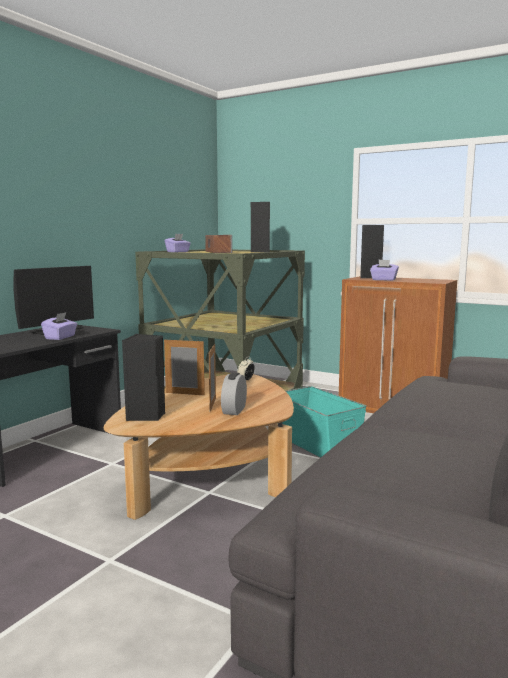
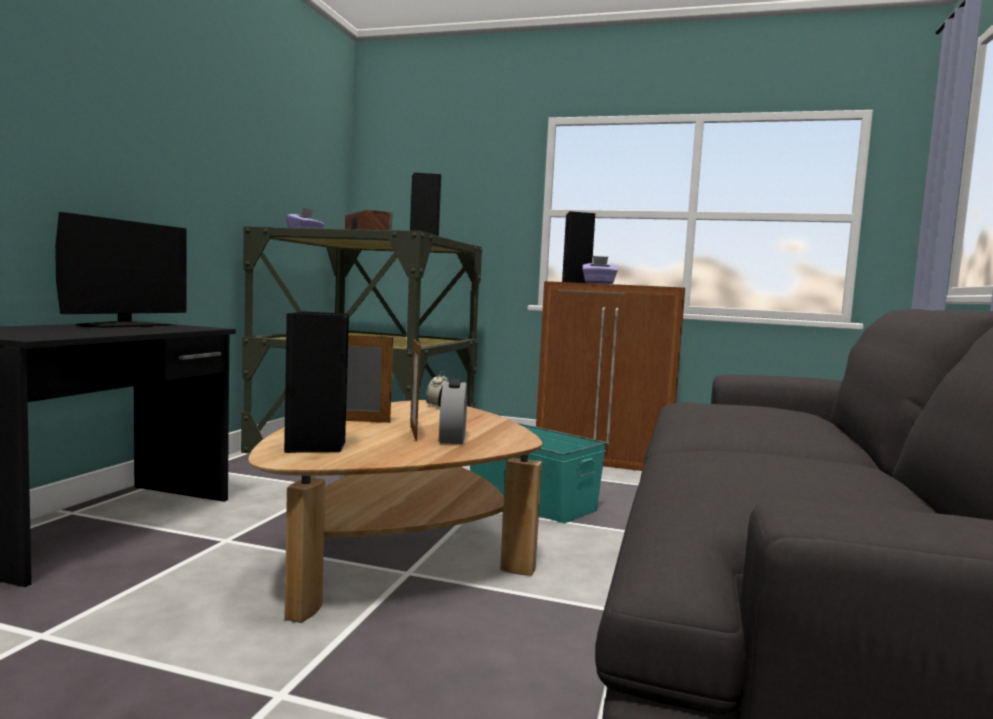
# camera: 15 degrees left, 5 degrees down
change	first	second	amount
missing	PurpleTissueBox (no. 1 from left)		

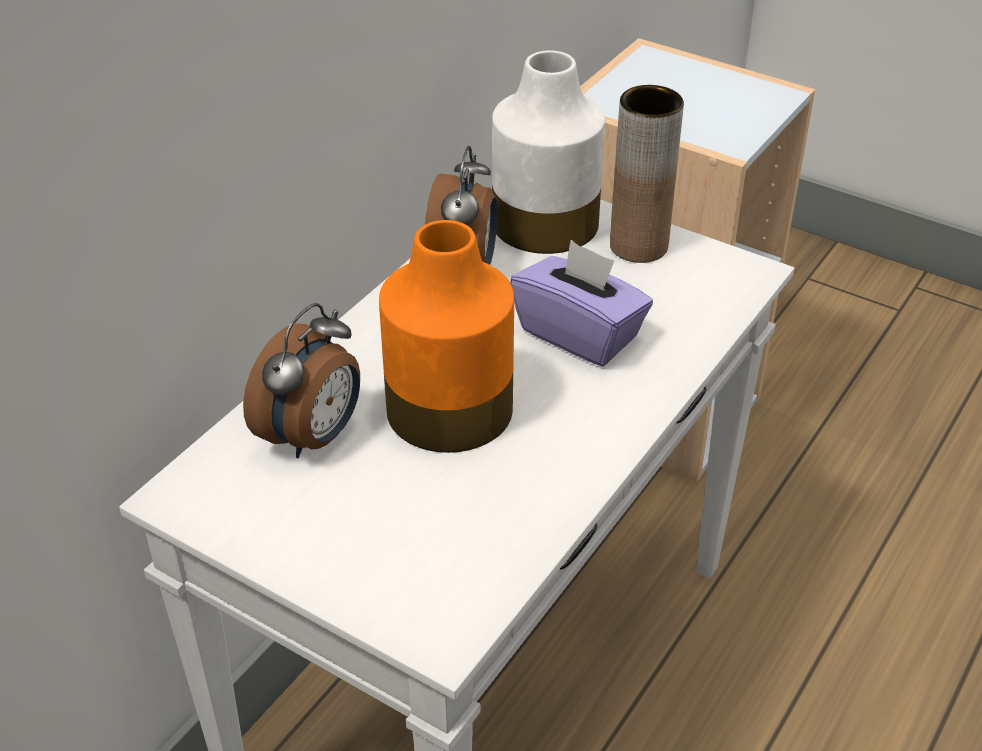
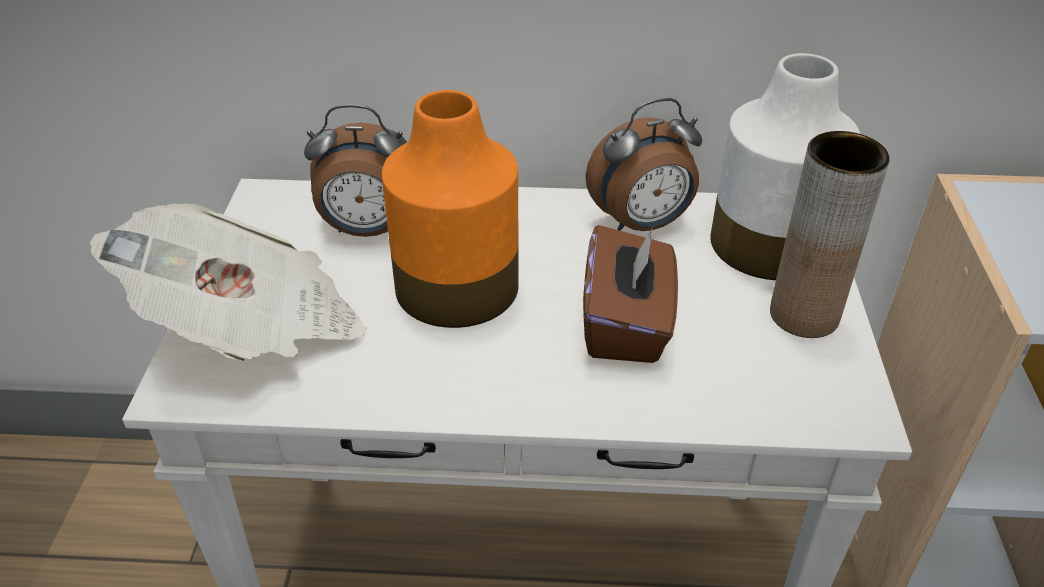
# camera: 60 degrees right, 0 degrees up
change	first	second	amount
colour	PurpleTissueBox	BrownTissueBox	
appeared		Newspaper	

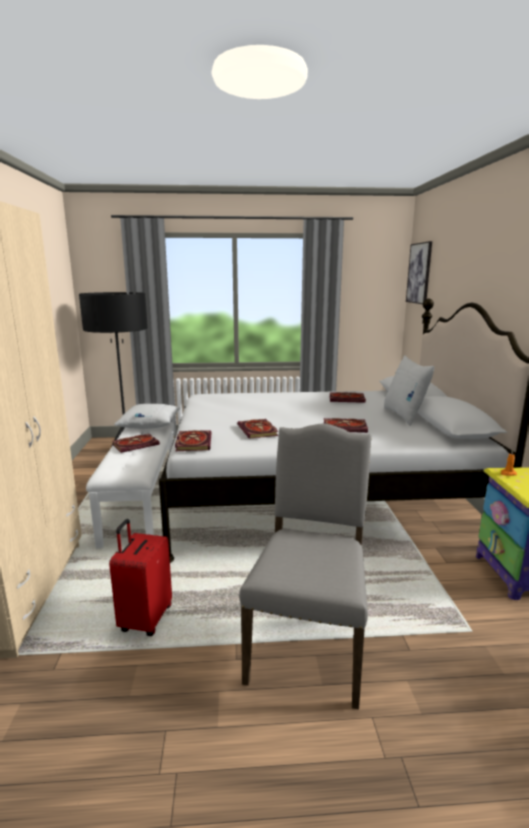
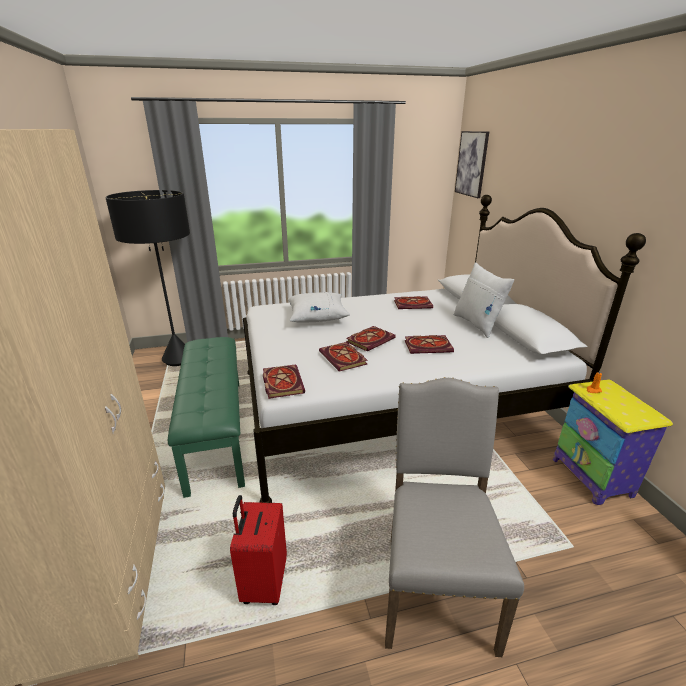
# camera: 10 degrees left, 10 degrees up
change	first	second	amount
colour	WhiteBench	GreenBench	
relocated	Book (no. 1 from left in the first image)	Book (no. 3 from left)	
relocated	GreyPillow (no. 1 from left)		

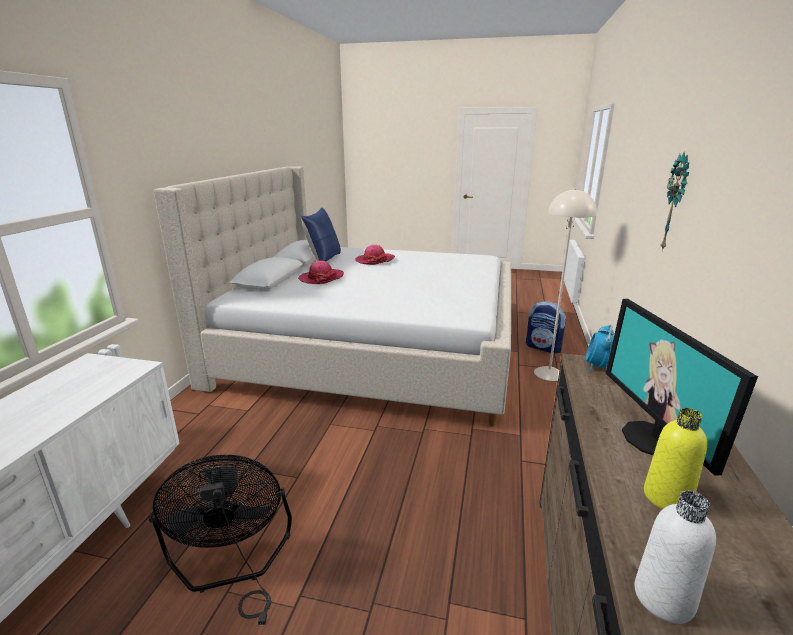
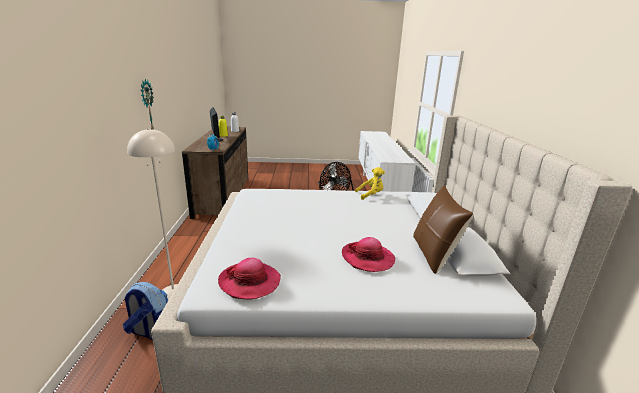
# camera: 165 degrees right, 0 degrees up
change	first	second	amount
relocated	Hat (no. 1 from left)		
colour	BluePillow	BrownPillow	
appeared		YellowPlushToy	

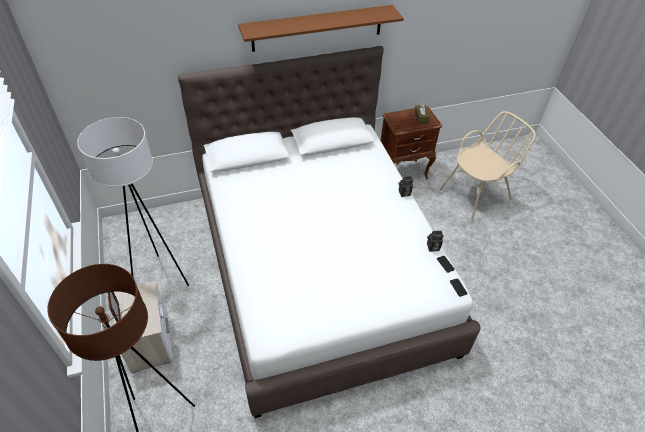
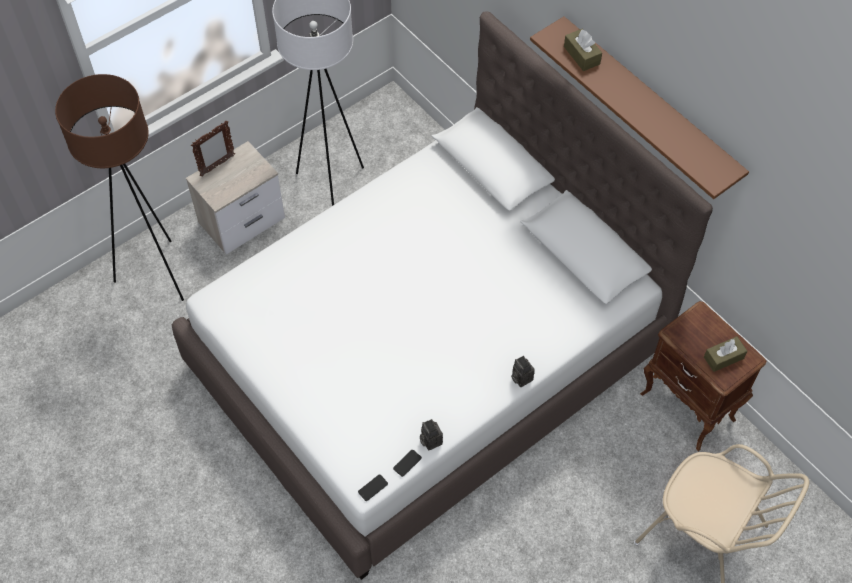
# camera: 70 degrees right, 10 degrees up
change	first	second	amount
appeared		BrownTissueBox (no. 1 from left)	

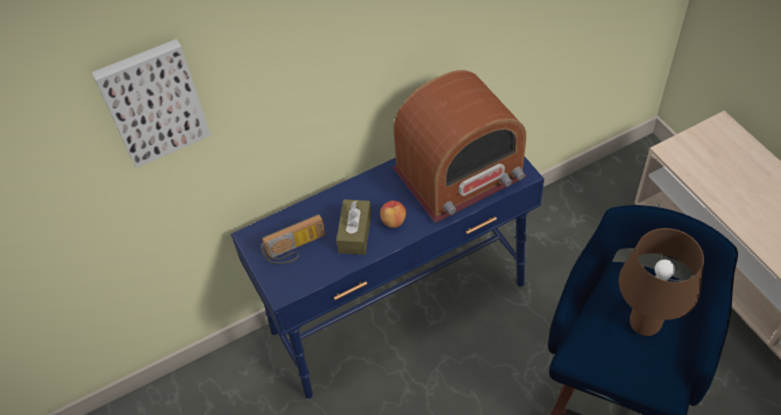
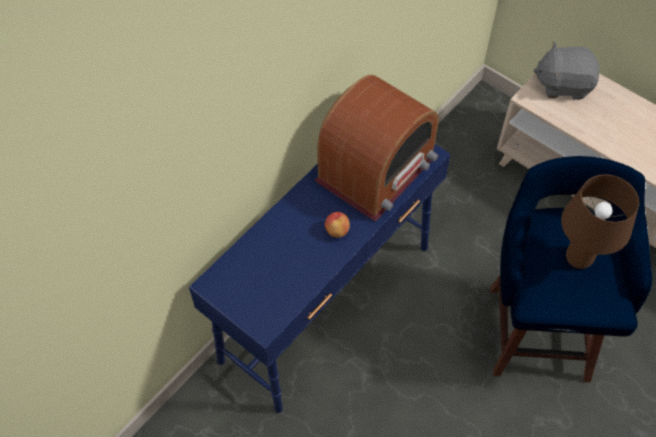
# camera: 25 degrees left, 5 degrees up
change	first	second	amount
missing	Picture		
missing	Radio (no. 1 from left)		
missing	BrownTissueBox		
appeared		GreyPlushToy	

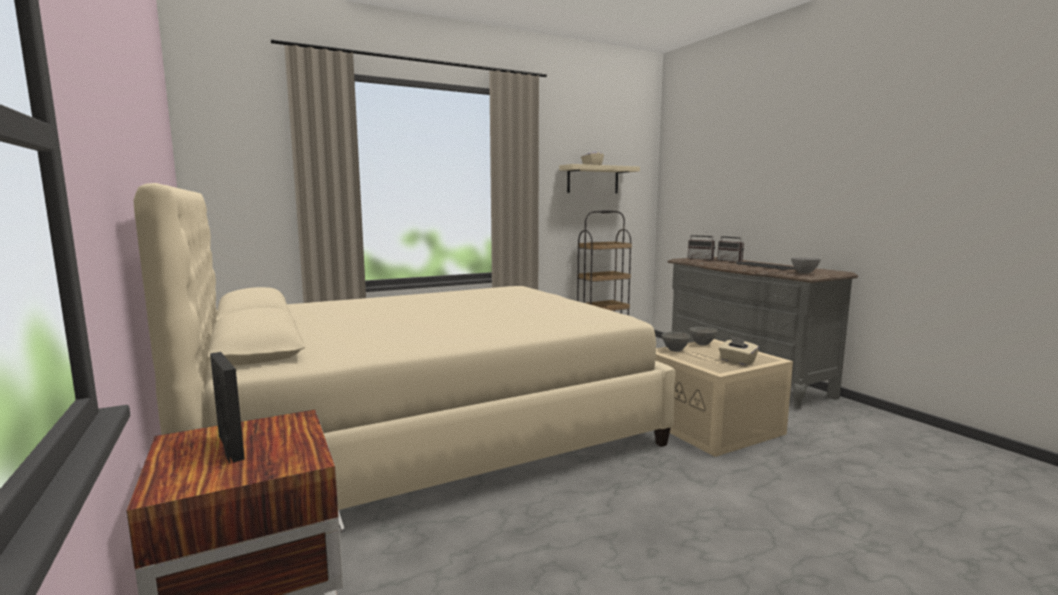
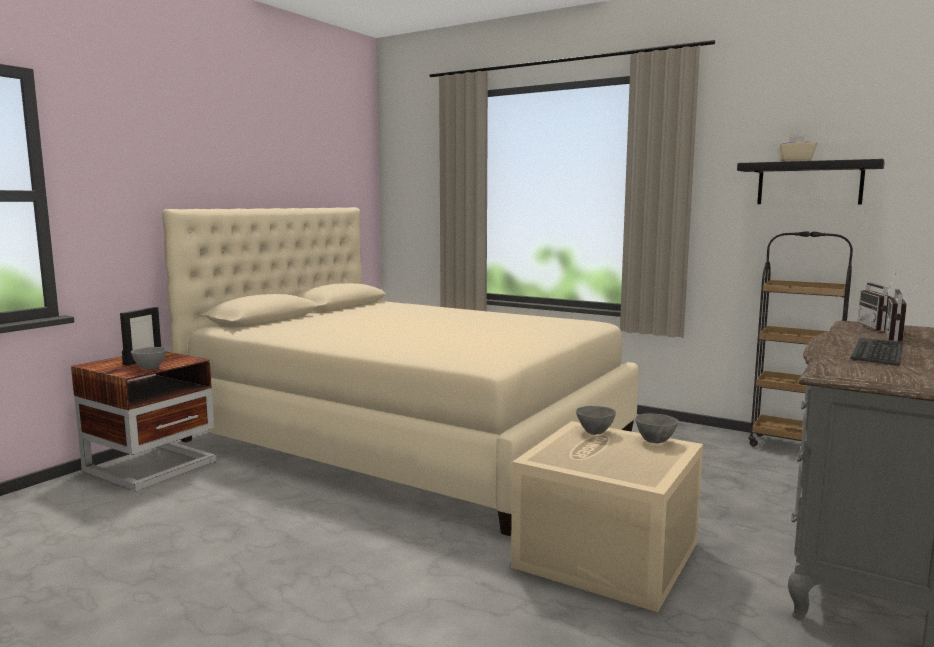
# camera: 60 degrees right, 0 degrees up
change	first	second	amount
colour	BeigeShelf	BlackShelf	
missing	BeigeTissueBox (no. 2 from left)		
relocated	GreyBowl (no. 3 from left in the first image)	GreyBowl (no. 1 from left)	

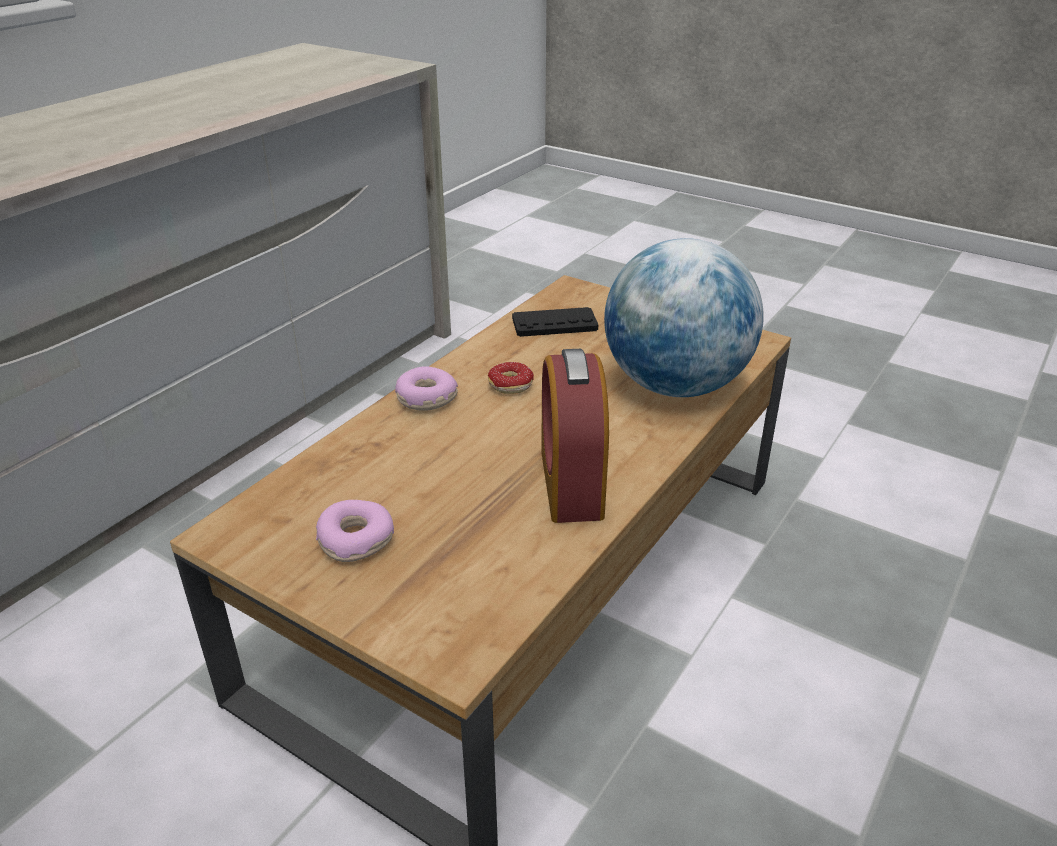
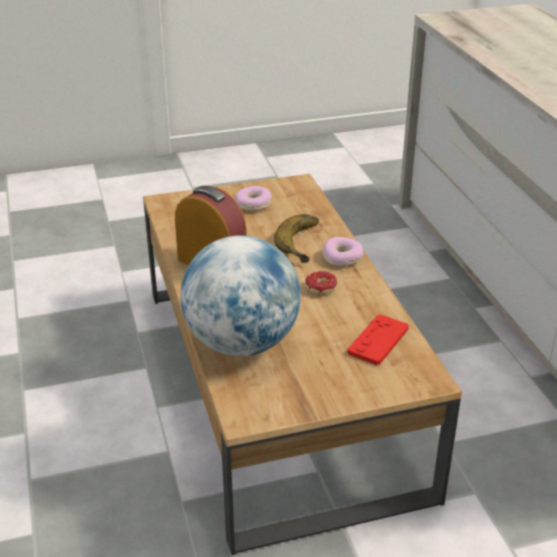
# camera: 130 degrees right, 0 degrees up
change	first	second	amount
colour	BlackGameController	RedGameController	
appeared		Banana	

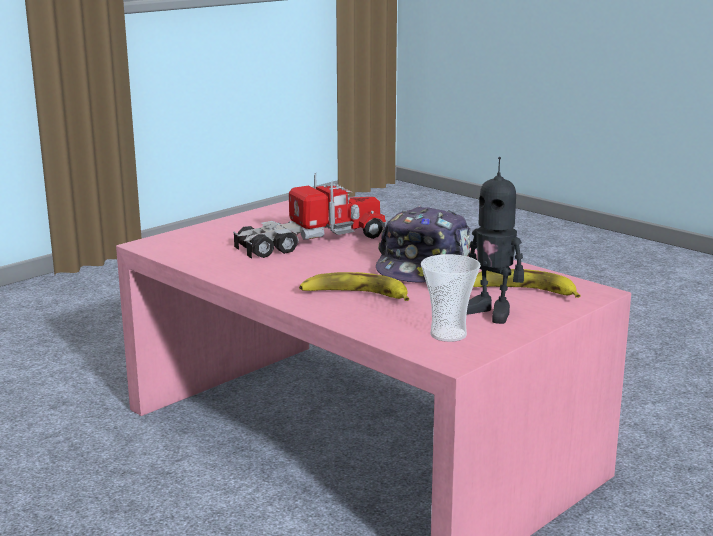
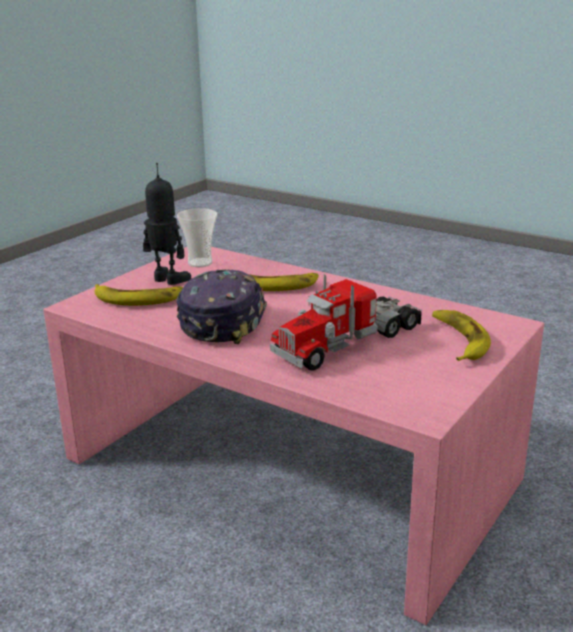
# camera: 170 degrees right, 5 degrees up
change	first	second	amount
appeared		Banana (no. 3 from left)	

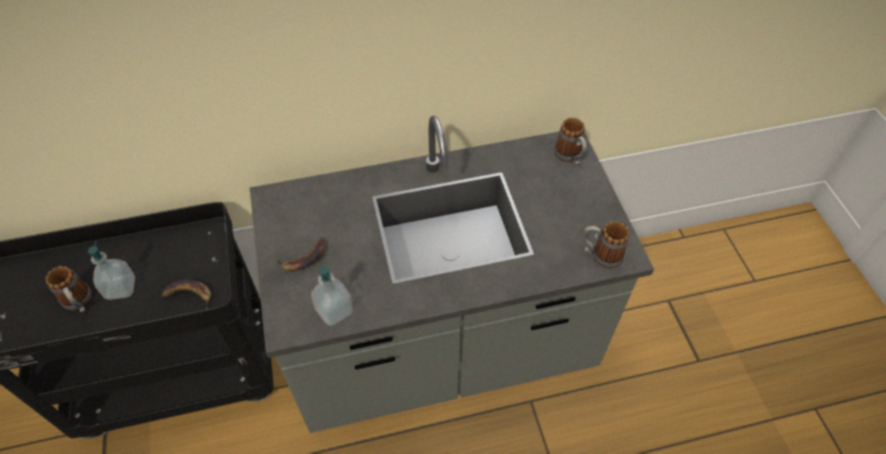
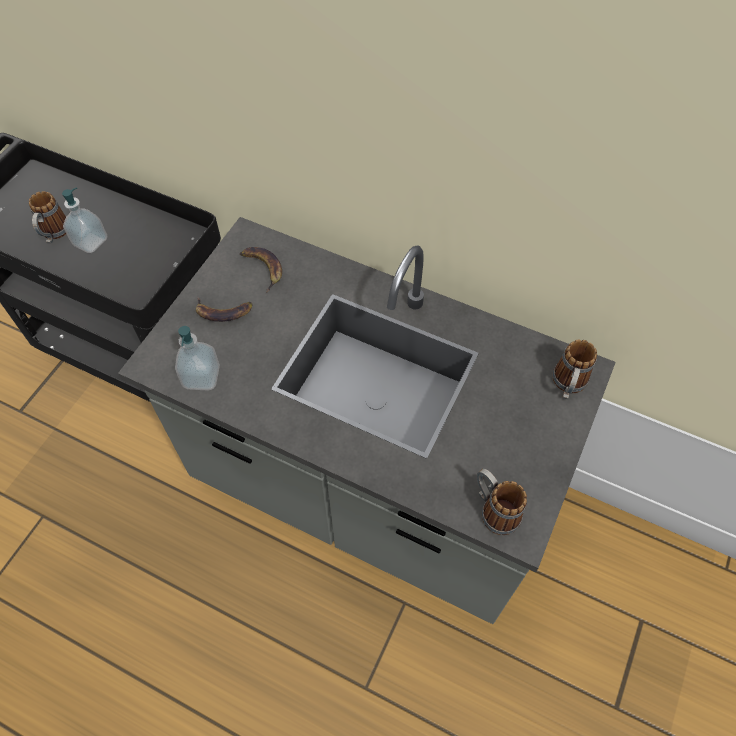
# camera: 40 degrees right, 5 degrees up
change	first	second	amount
relocated	Banana (no. 1 from left in the first image)	Banana (no. 2 from left)	

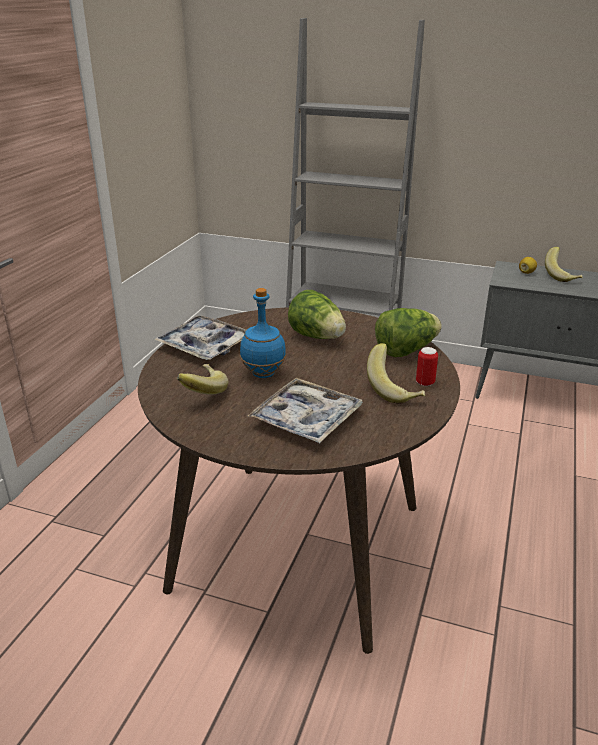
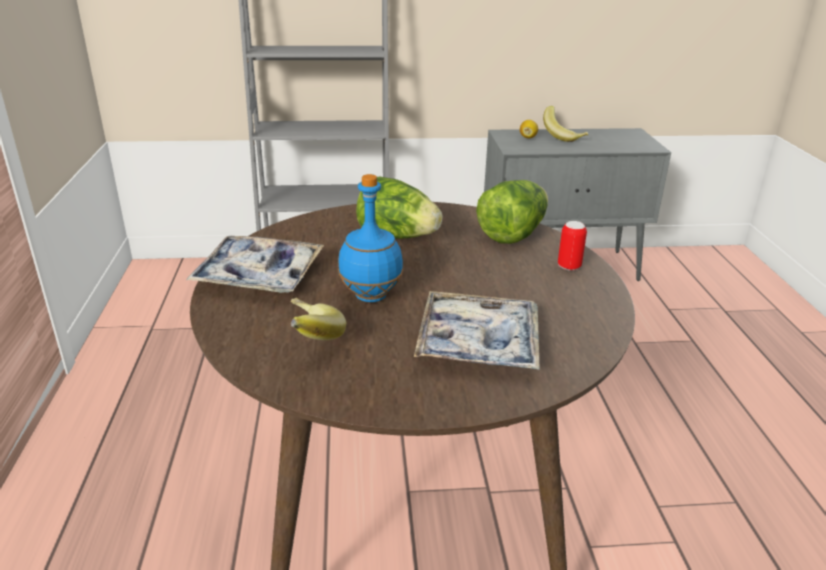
# camera: 25 degrees left, 0 degrees up
change	first	second	amount
missing	Banana (no. 2 from left)		

